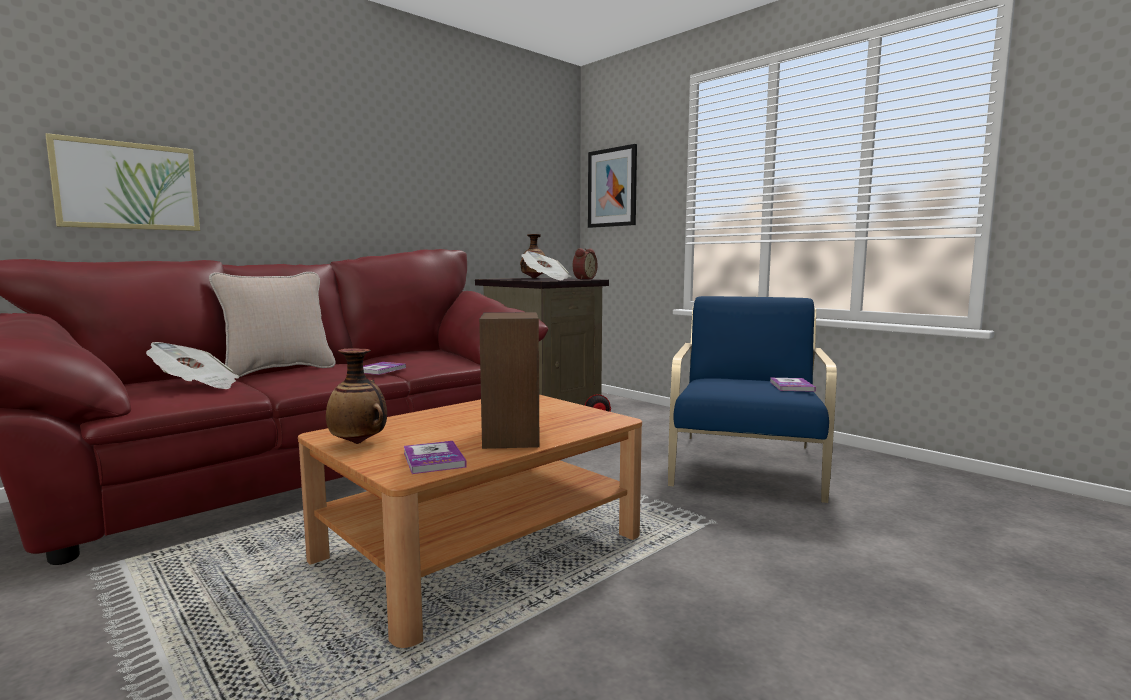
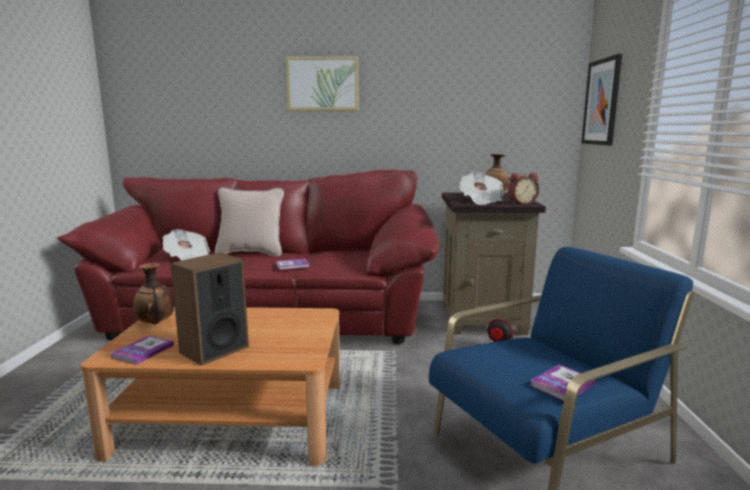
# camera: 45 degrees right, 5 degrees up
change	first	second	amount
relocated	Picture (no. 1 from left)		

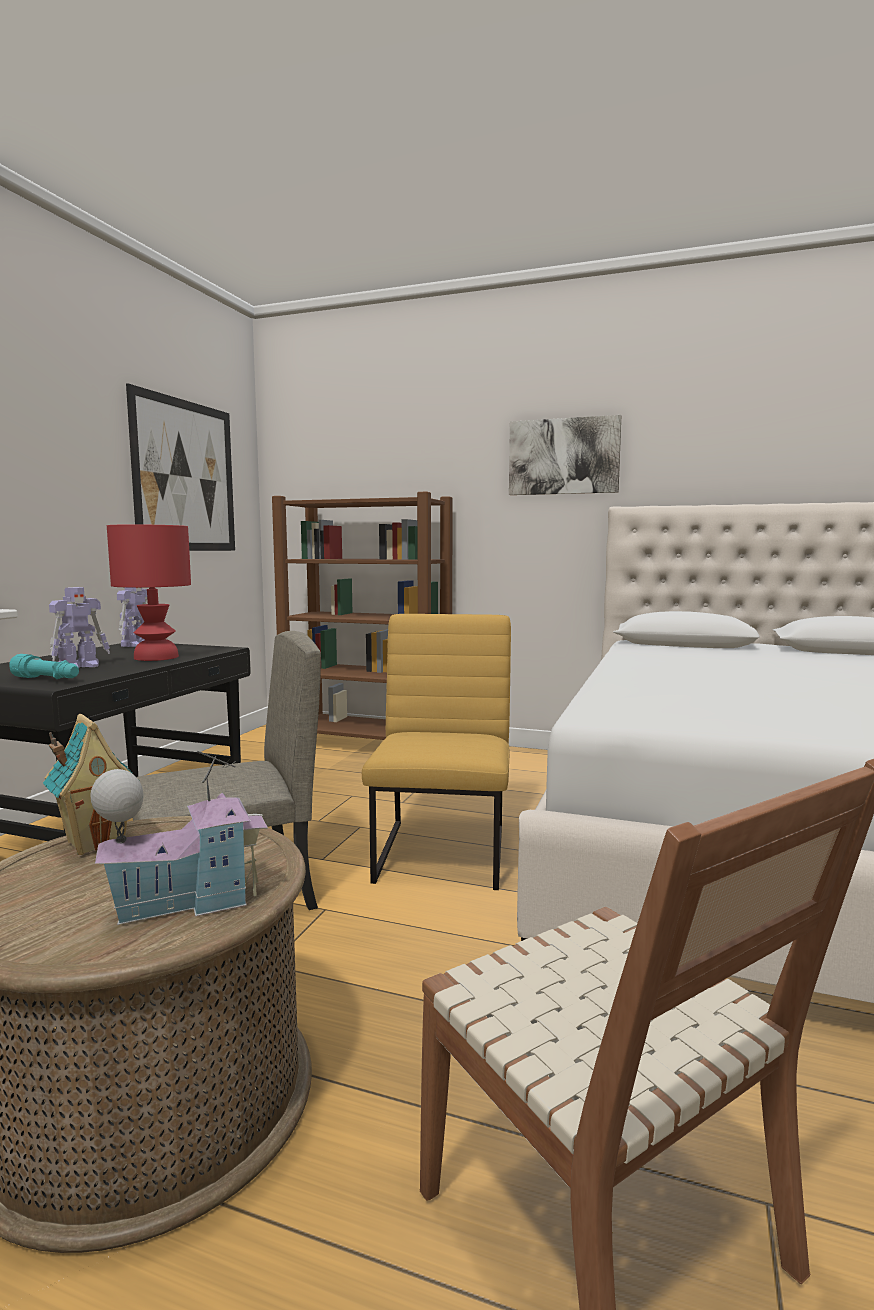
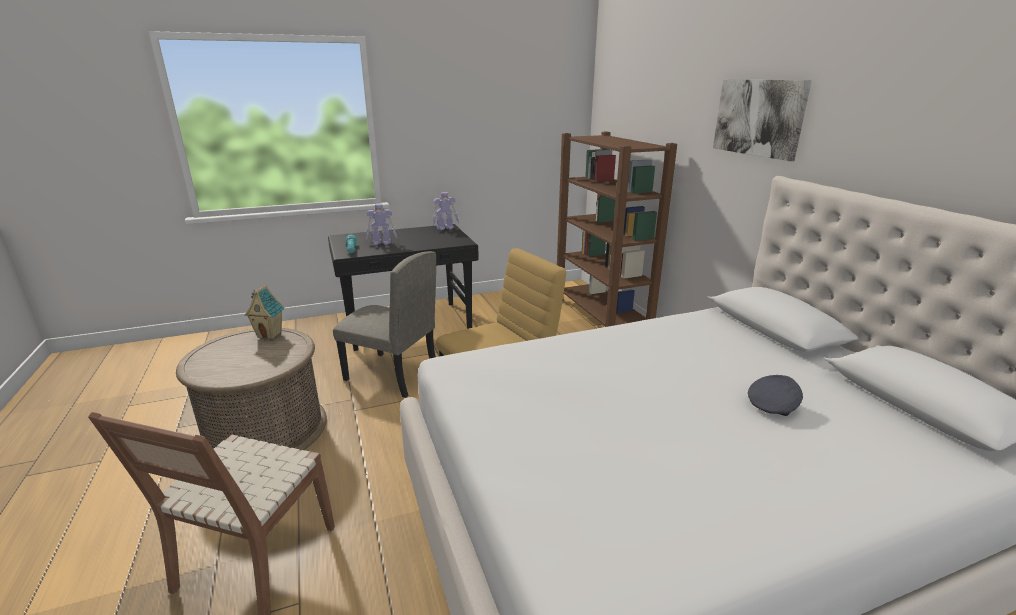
# camera: 50 degrees right, 15 degrees up
change	first	second	amount
missing	ToyHouse (no. 2 from left)		
missing	RedTableLamp		
missing	Picture (no. 1 from left)		
appeared		GreyCap	

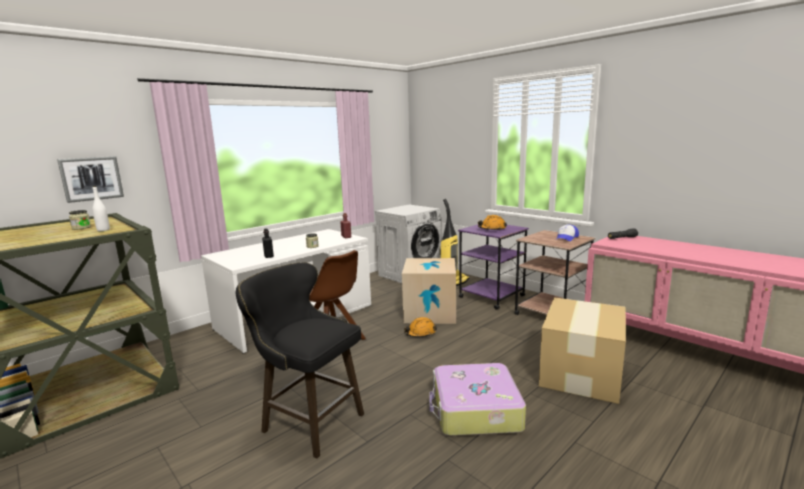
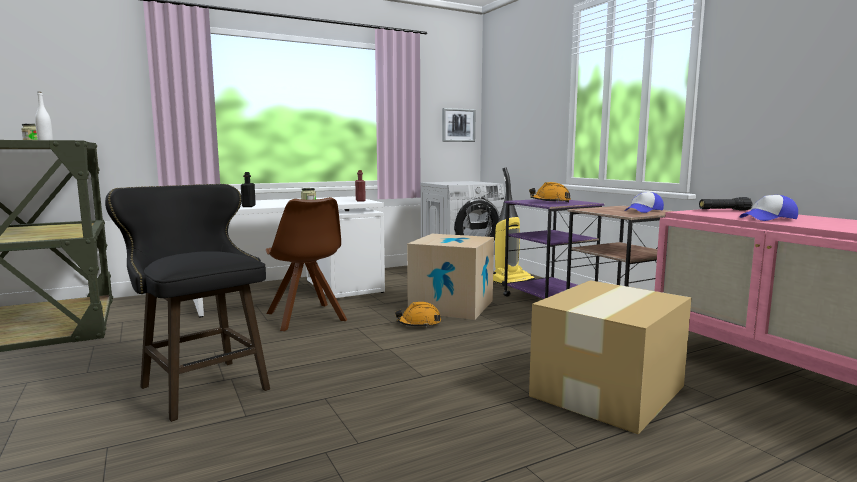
# camera: 15 degrees right, 5 degrees down
change	first	second	amount
relocated	Picture		
missing	Suitcase		
appeared		Cap (no. 2 from left)	

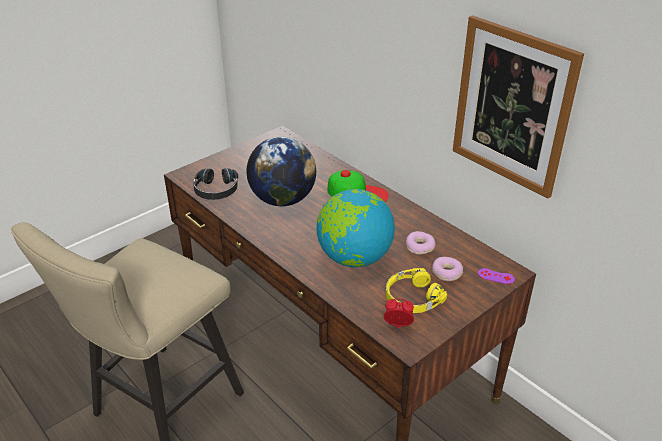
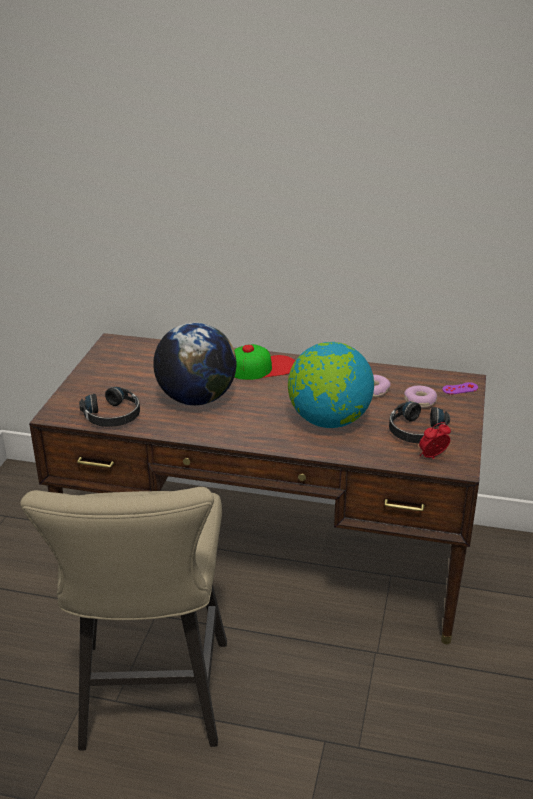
# camera: 35 degrees left, 5 degrees down
change	first	second	amount
colour	YellowHeadphones	BlackHeadphones (no. 2 from left)	
missing	Picture		

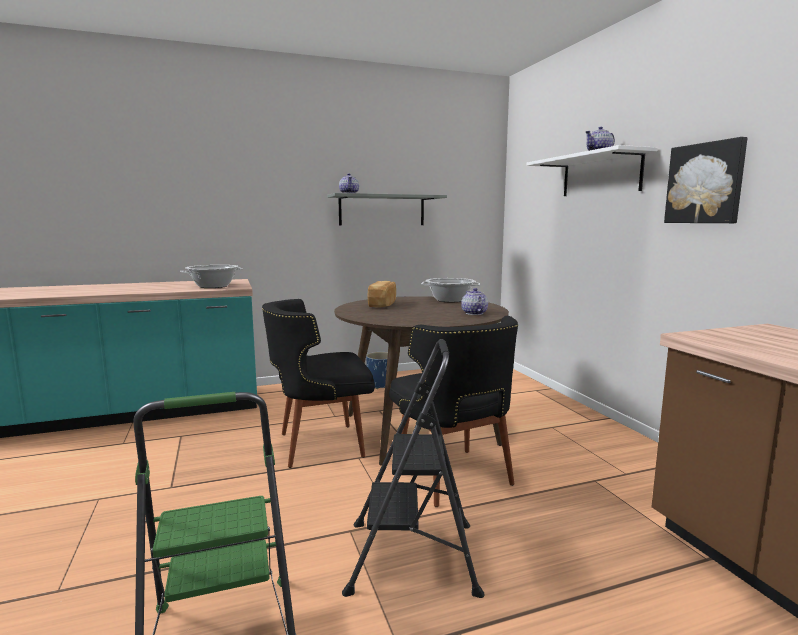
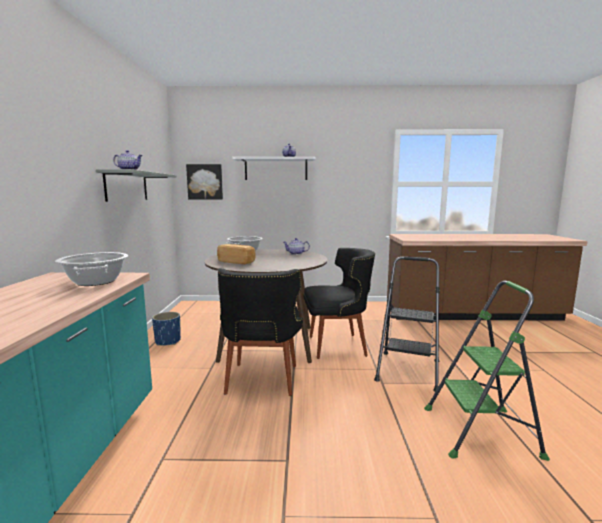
# camera: 70 degrees left, 0 degrees up
change	first	second	amount
relocated	Picture		

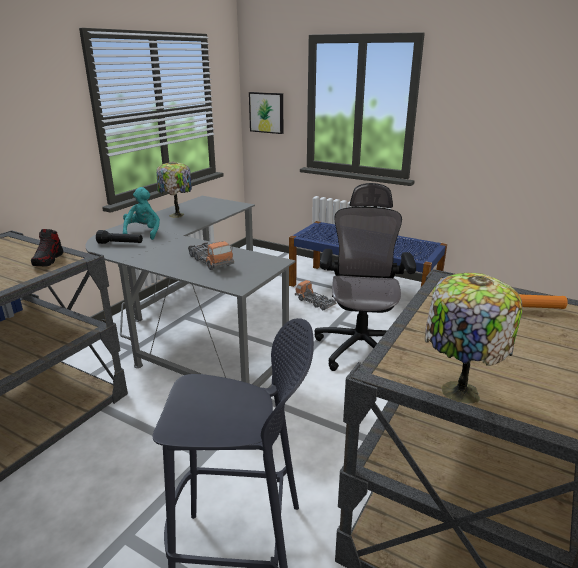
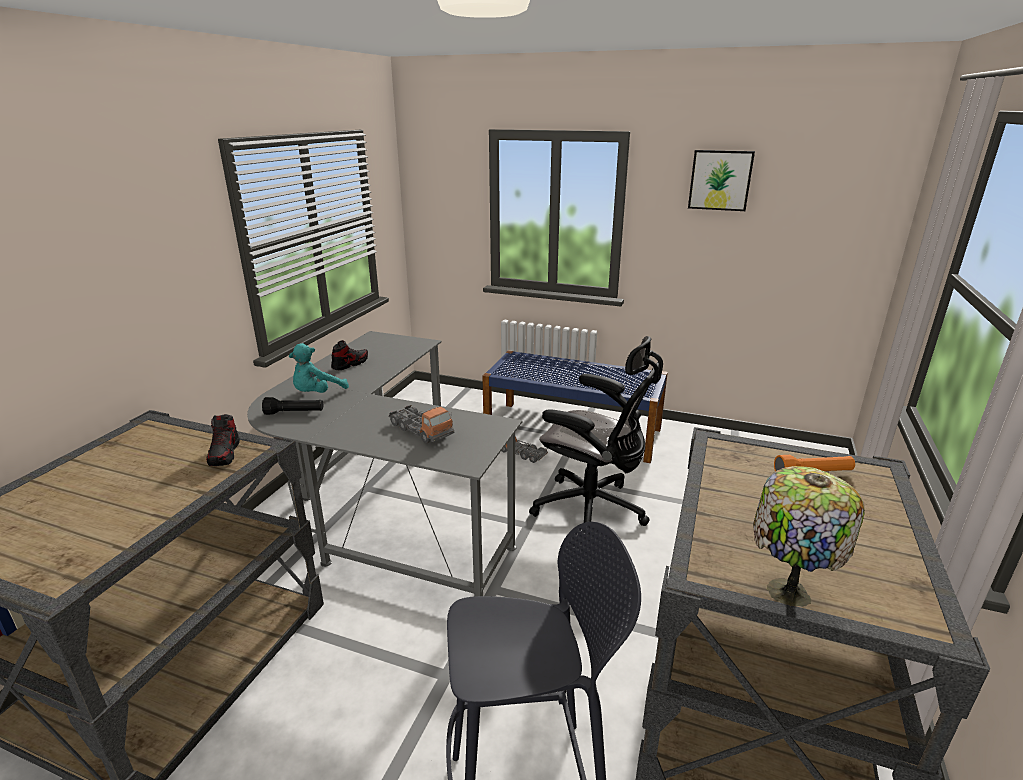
# camera: 10 degrees left, 0 degrees up
change	first	second	amount
spun	TurquoisePlushToy		135 degrees counterclockwise
exchanged	TableLamp (no. 1 from left)	Shoe (no. 2 from left)	
relocated	Picture		
spun	OfficeChair		120 degrees clockwise

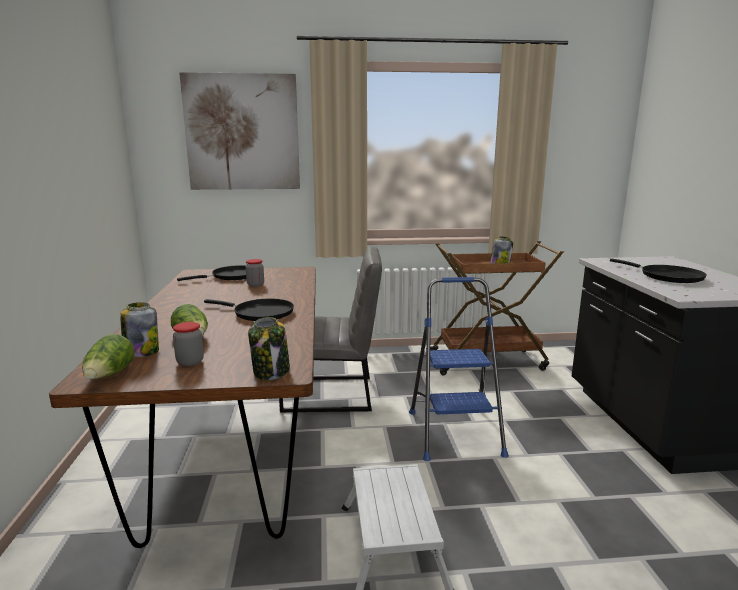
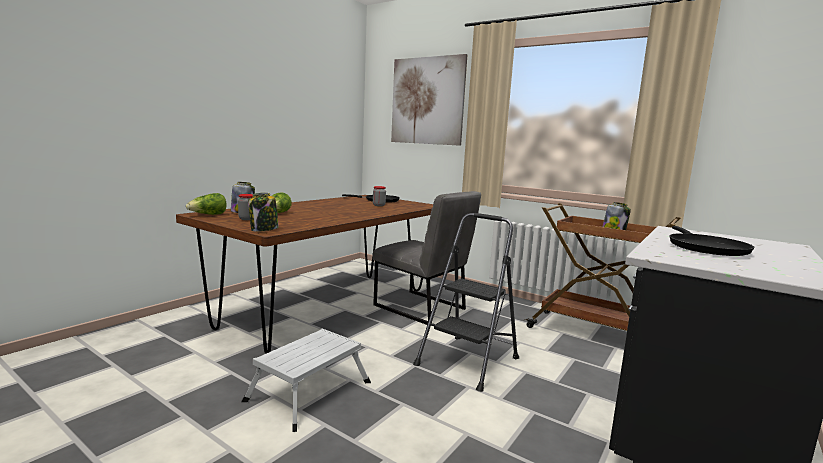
# camera: 40 degrees right, 5 degrees down
change	first	second	amount
missing	BlackFryingPan (no. 2 from left)		
colour	BlueStepLadder	BlackStepLadder	

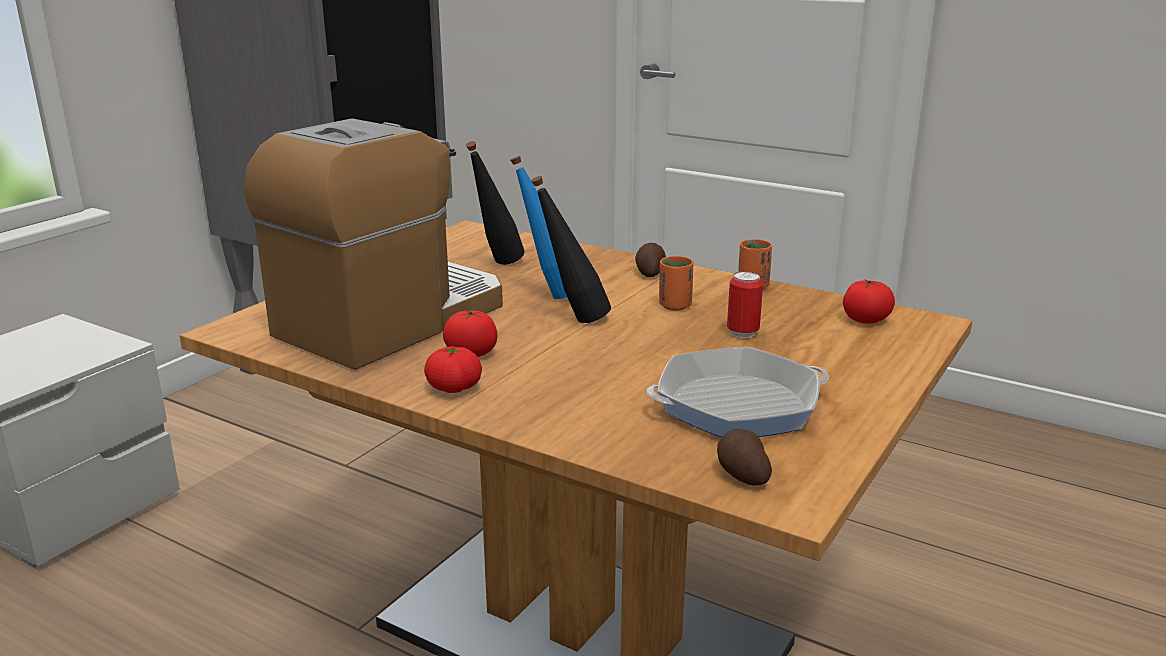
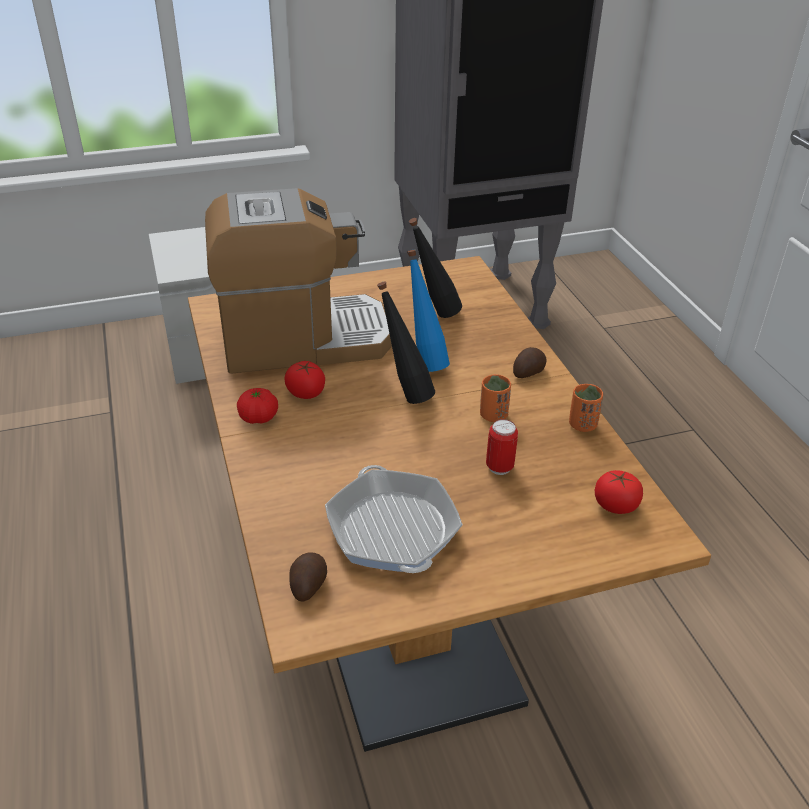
# camera: 40 degrees right, 15 degrees up
change	first	second	amount
spun	FryingPan		45 degrees clockwise

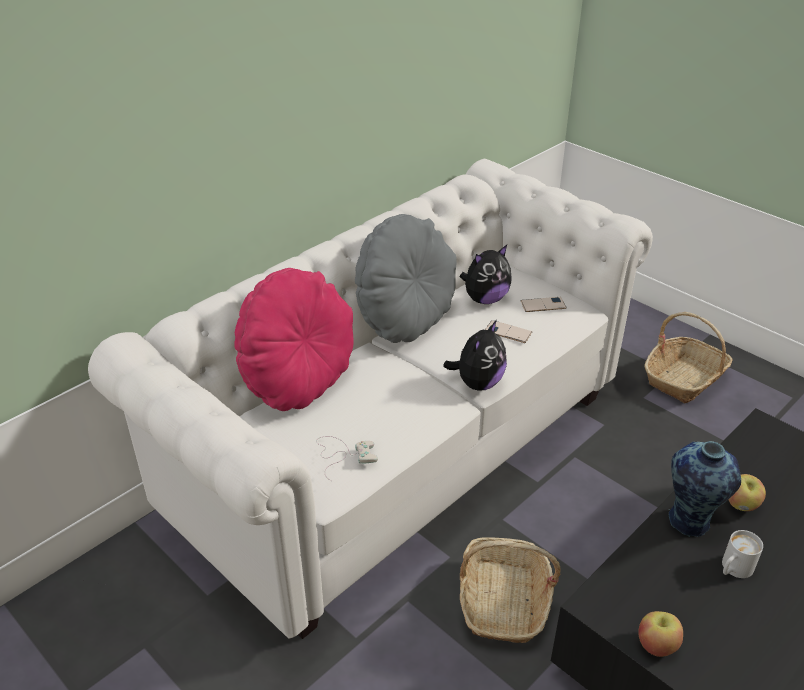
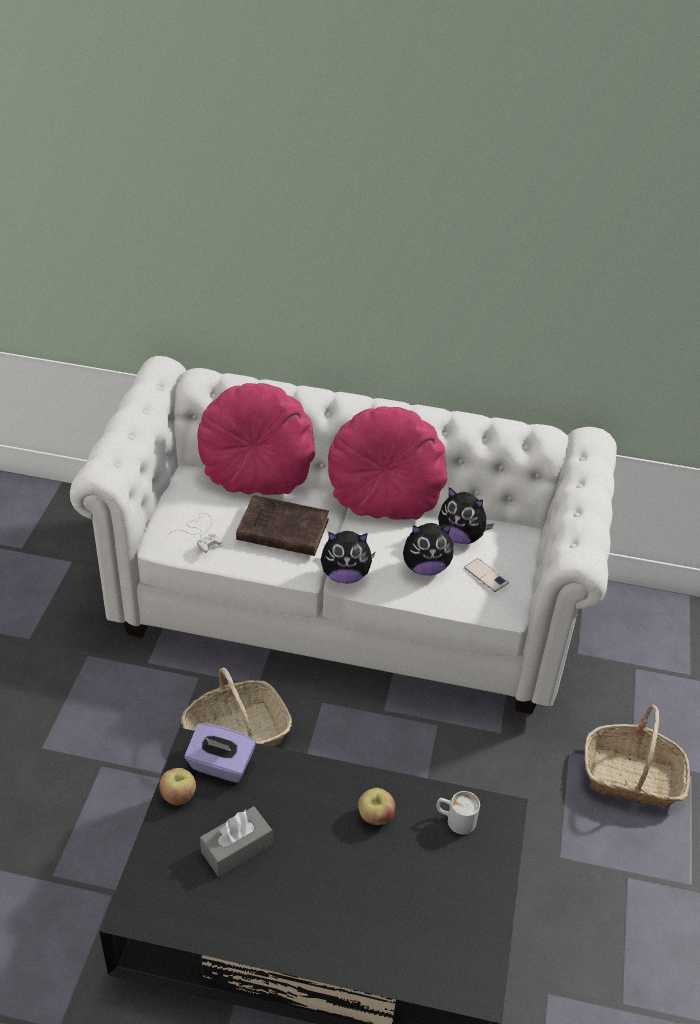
# camera: 55 degrees right, 5 degrees up
change	first	second	amount
colour	GreyPillow	PinkPillow (no. 2 from left)	
exchanged	Phone (no. 1 from left)	PlushToy (no. 2 from left)	
missing	Vase		
relocated	WhiteMug		
appeared		PurpleTissueBox	
appeared		GreyTissueBox	
appeared		BrownBook	

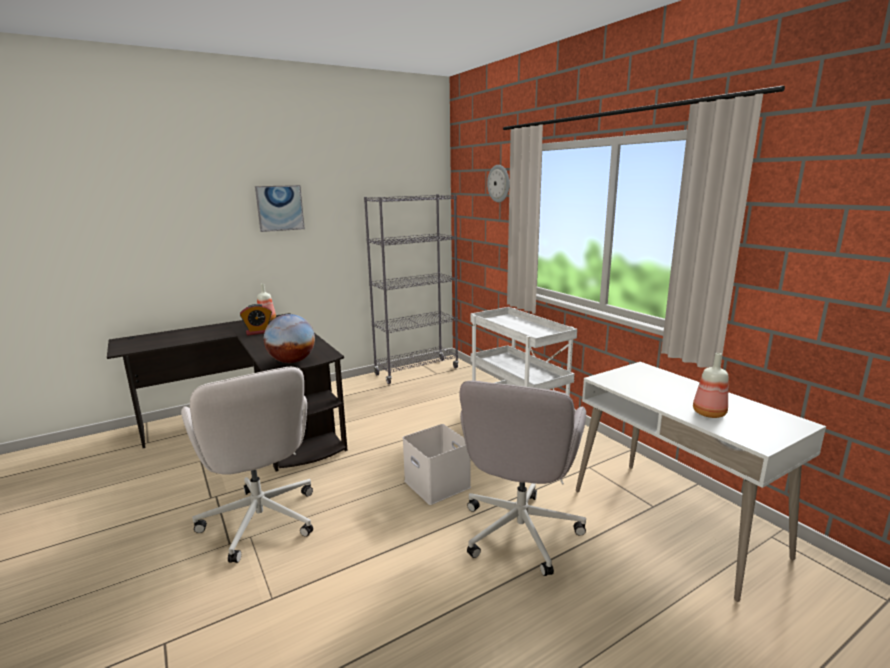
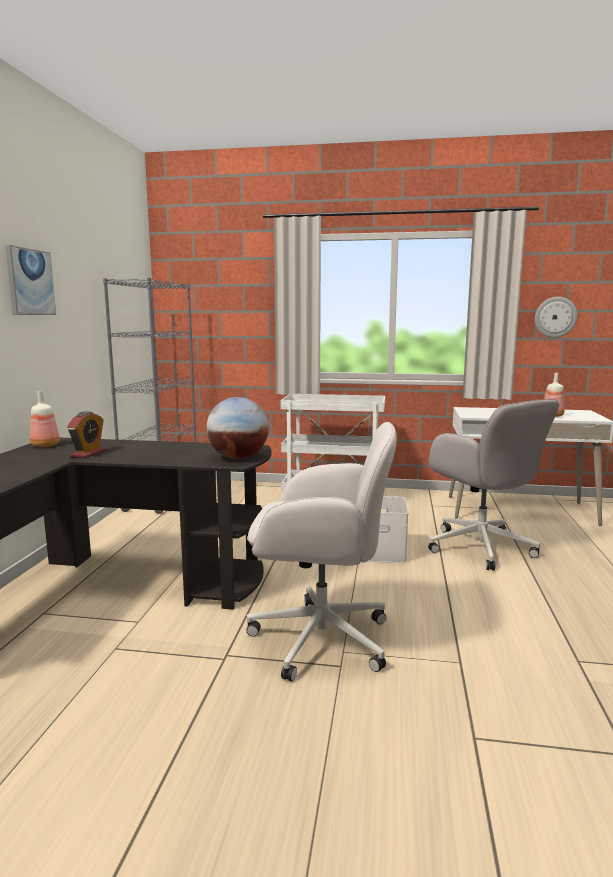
# camera: 50 degrees left, 5 degrees down
change	first	second	amount
relocated	WallClock		

